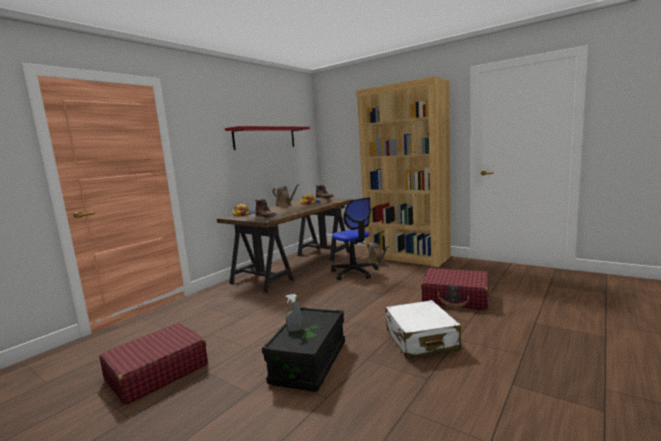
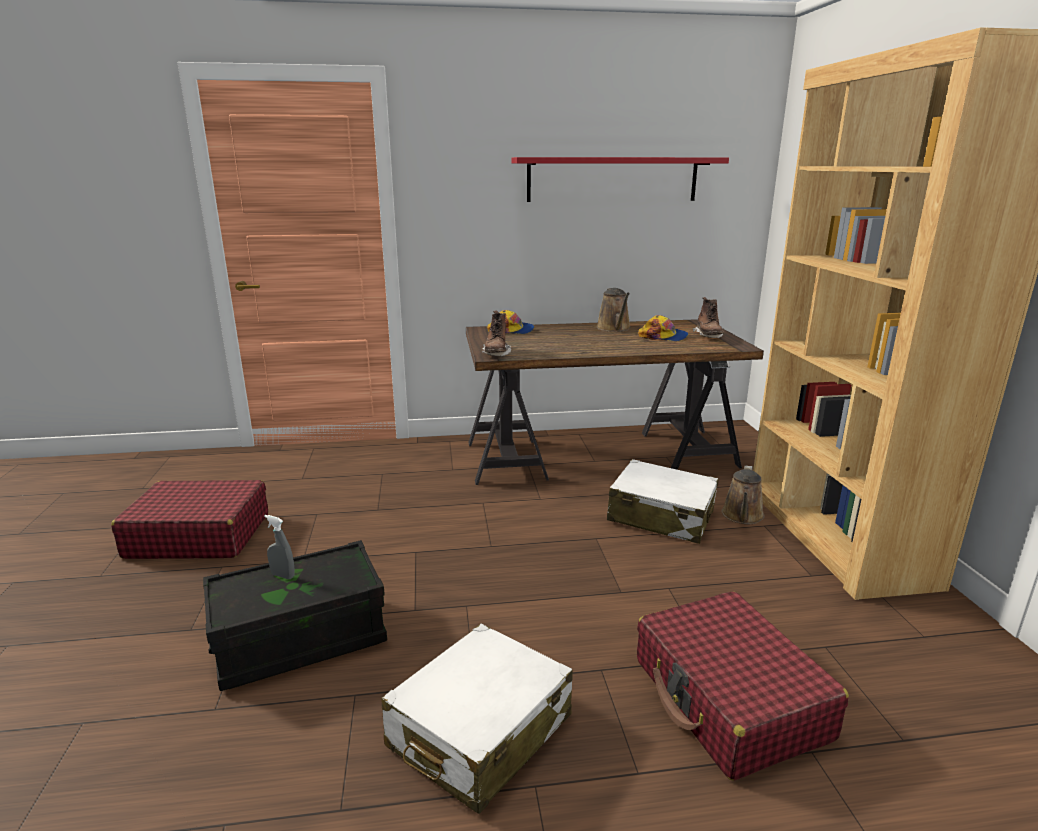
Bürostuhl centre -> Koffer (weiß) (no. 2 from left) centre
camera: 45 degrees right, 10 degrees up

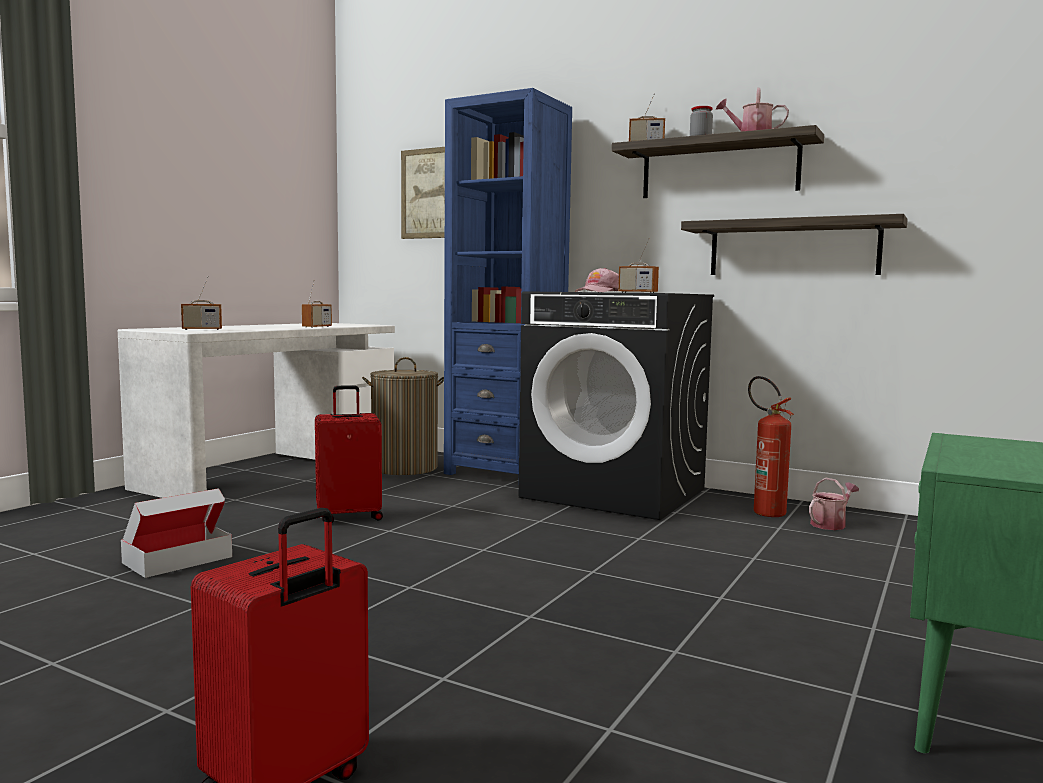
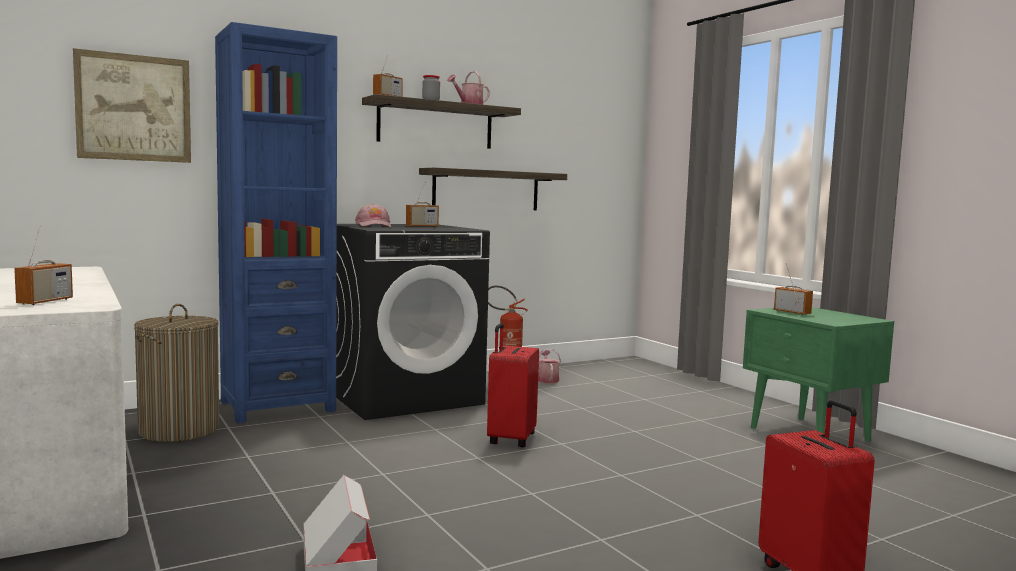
Koffer (rot) (no. 2 from left in the first image) centre -> Koffer (rot) (no. 1 from left) bottom centre, relocated
Radio (no. 2 from left in the first image) middle left -> Radio (no. 4 from left) middle right, relocated
camera: 60 degrees left, 0 degrees up

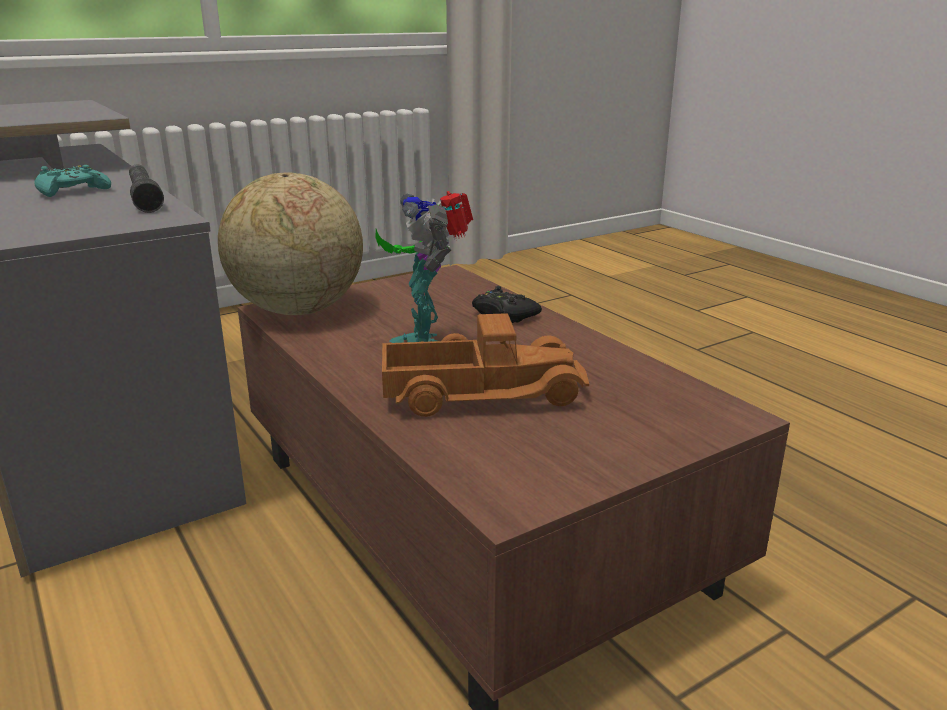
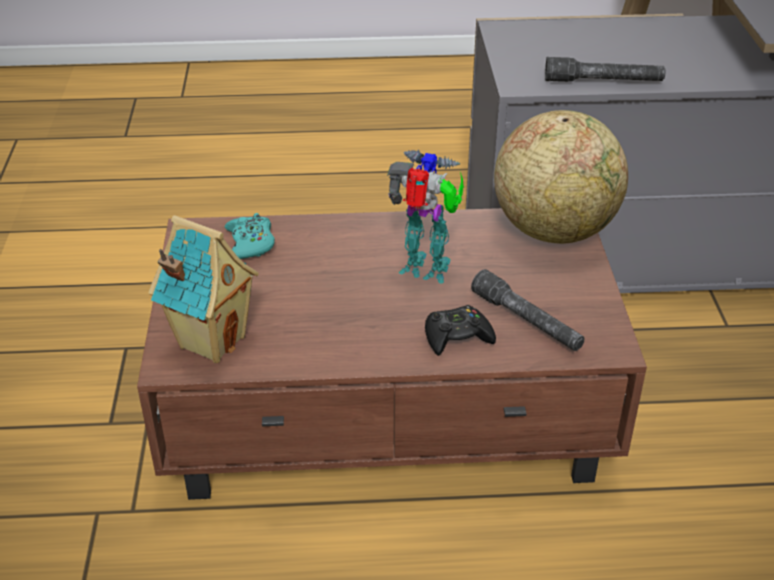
none -> Spielzeughaus middle left
Gamepad (türkis) top left -> Gamepad (türkis) middle left, relocated
none -> Taschenlampe (grau) (no. 1 from left) middle right
Spielzeuglaster centre -> none
camera: 120 degrees right, 15 degrees up

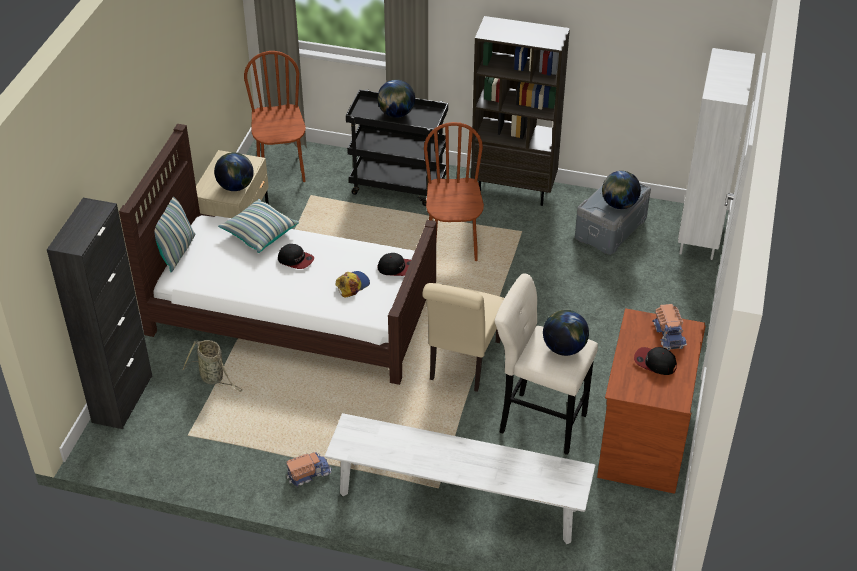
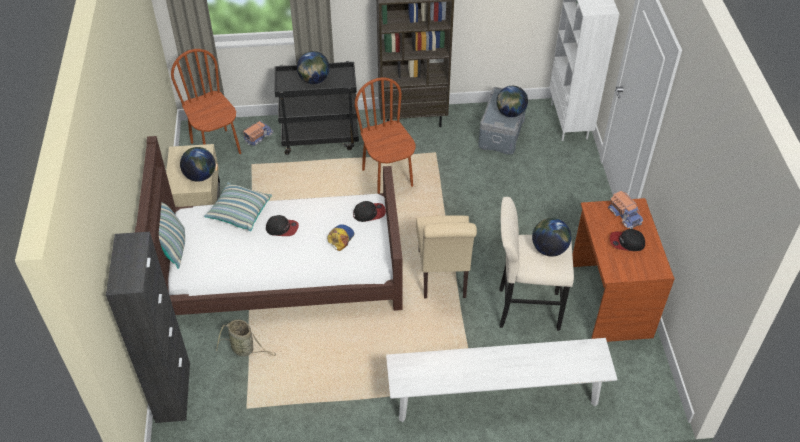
Spielzeuglaster (no. 1 from left) bottom centre -> Spielzeuglaster (no. 1 from left) top left, relocated
camera: 20 degrees left, 5 degrees up

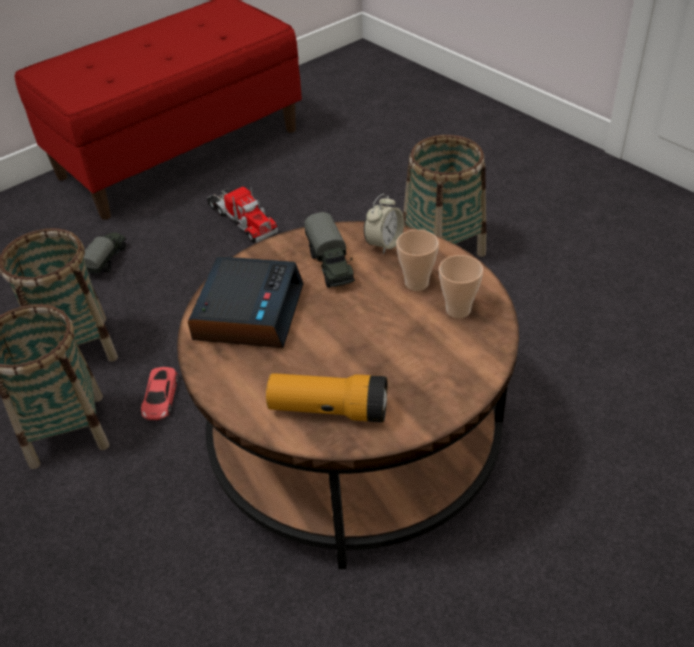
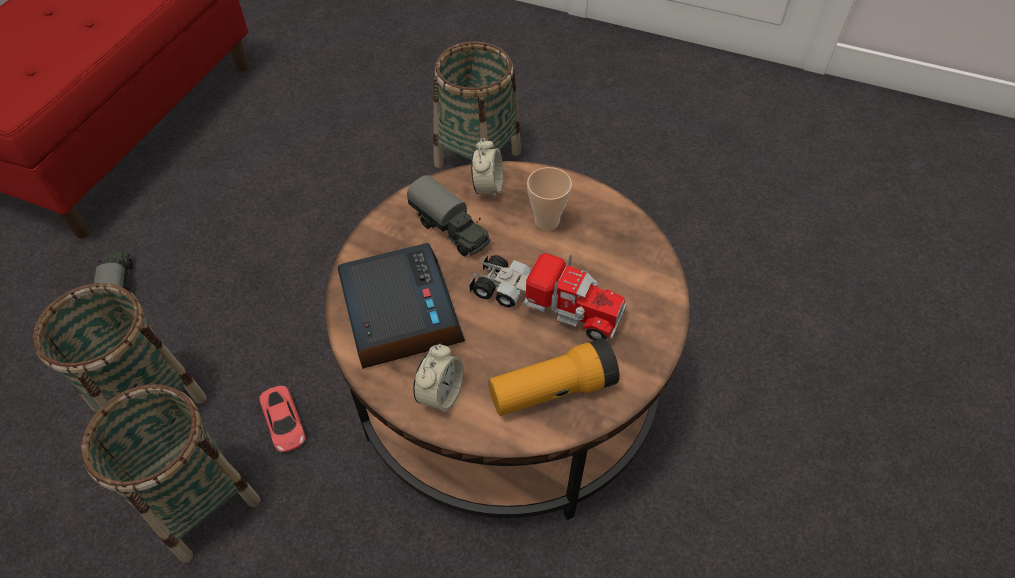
none -> Wecker (no. 2 from left) centre
Spielzeuglaster (no. 2 from left in the first image) top centre -> Spielzeuglaster (no. 3 from left) centre, relocated
Tasse (no. 2 from left) centre -> none
camera: 30 degrees left, 10 degrees up

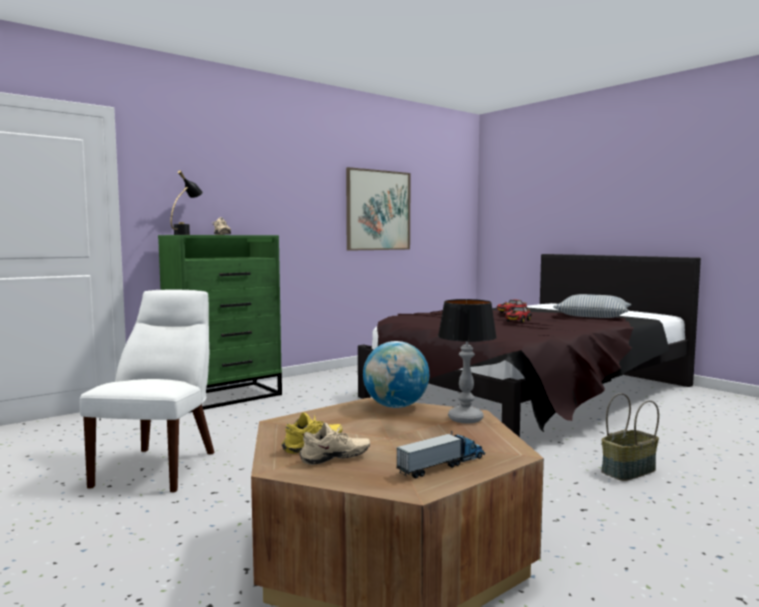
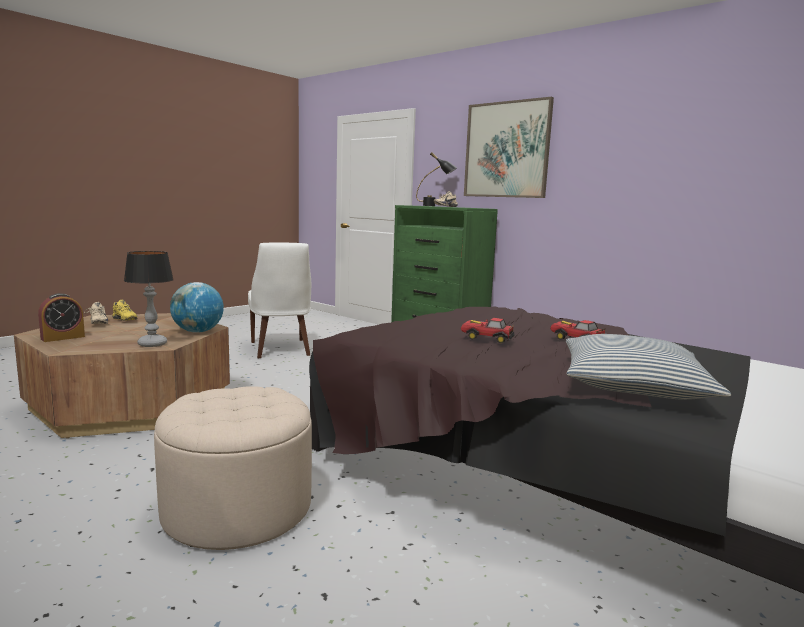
Spielzeuglaster bottom centre -> Wecker middle left
Korb bottom right -> Polsterhocker (beige) bottom left
Stuhl (weiß) middle left -> Stuhl (weiß) centre, 75 degrees clockwise
Bild centre -> Bild top centre, relocated
camera: 80 degrees right, 5 degrees up

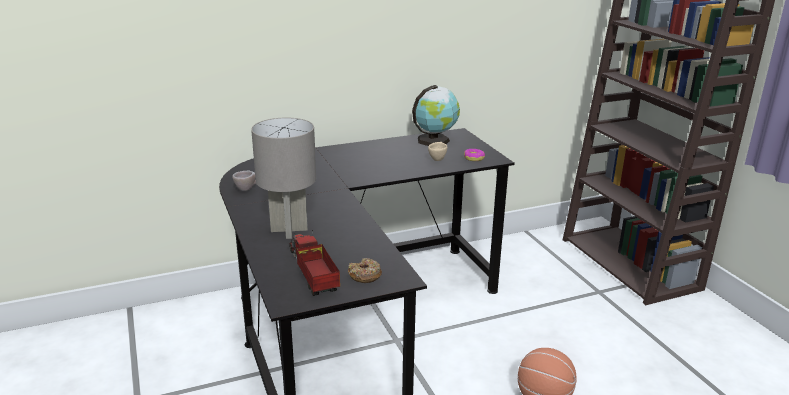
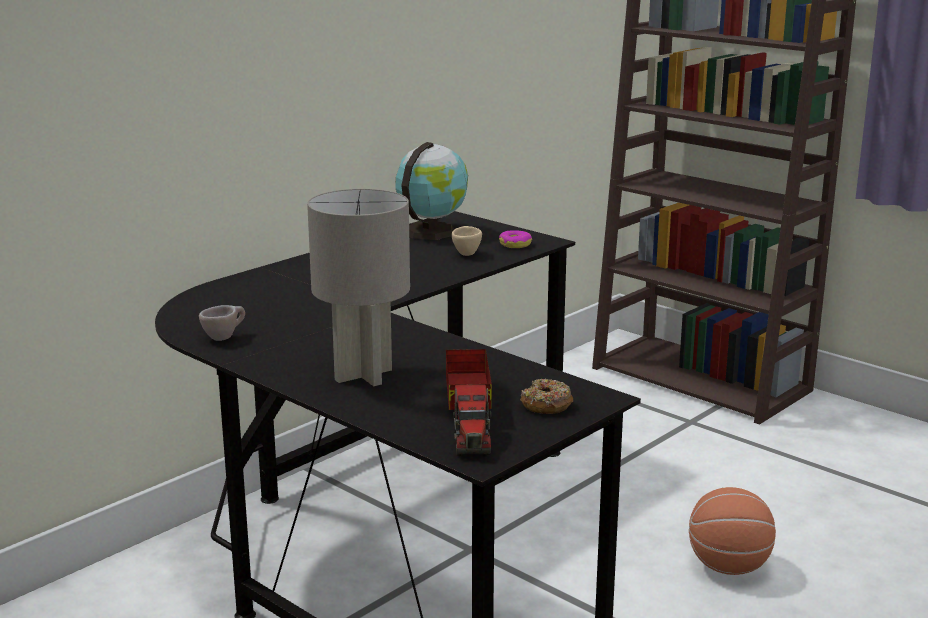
Spielzeuglaster centre, 135 degrees counterclockwise
camera: 25 degrees left, 5 degrees down

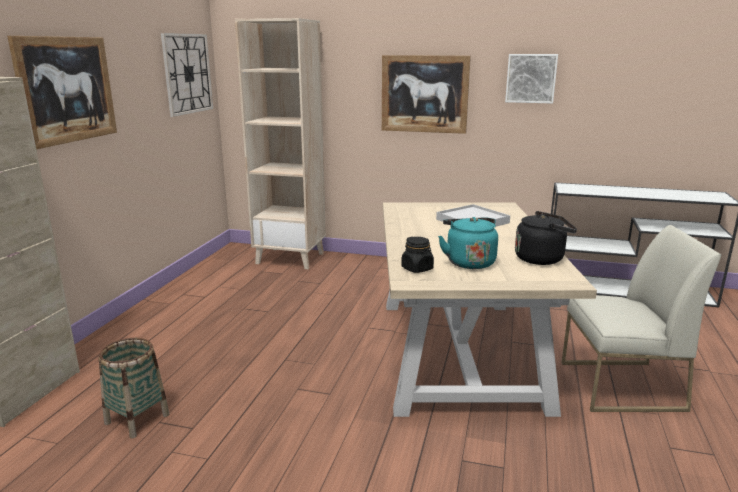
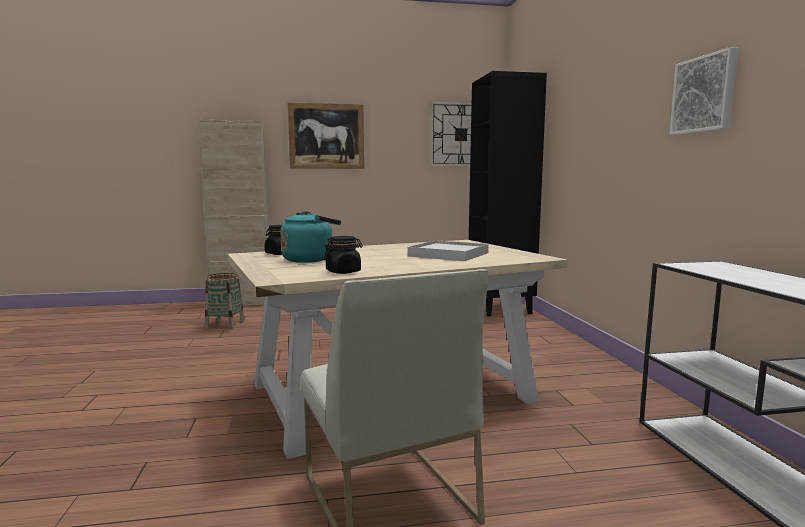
Wasserkessel (schwarz) middle right -> Vorratsglas (schwarz) (no. 2 from left) centre
Bücherregal (beige) top centre -> Bücherregal (schwarz) centre
Bild (no. 2 from left) top centre -> none
camera: 65 degrees right, 10 degrees down

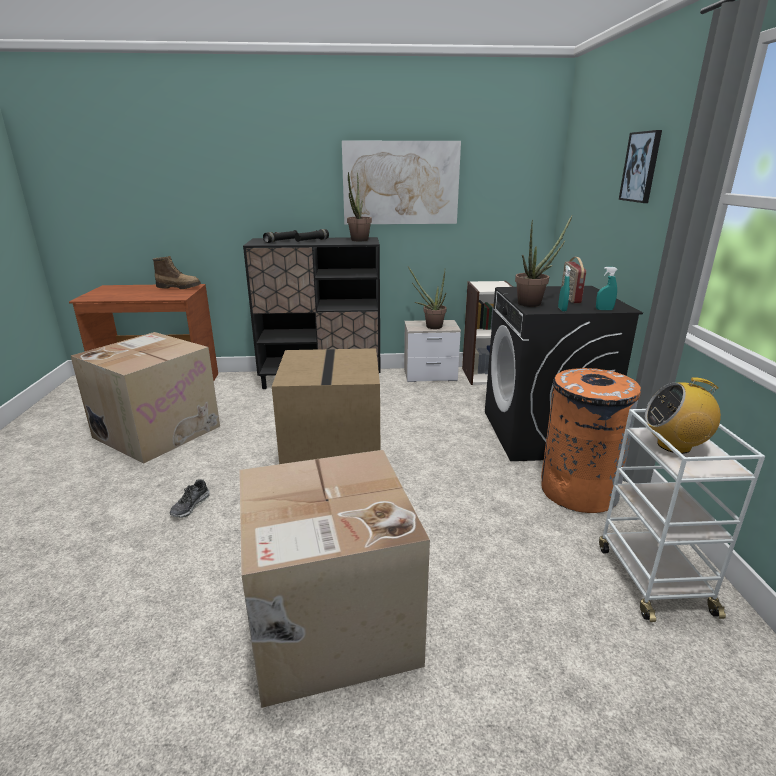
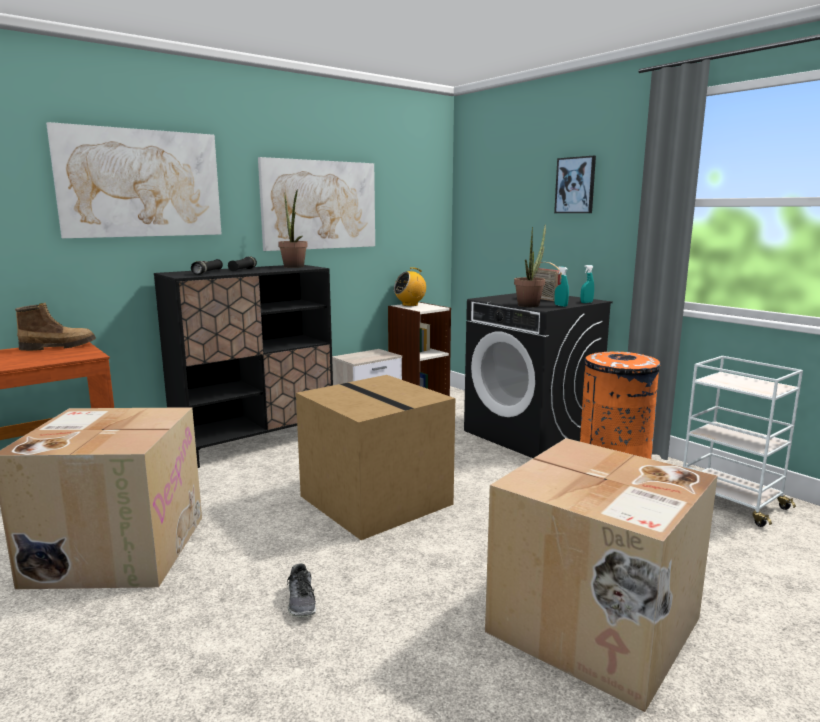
none -> Bild (no. 1 from left) top left
Radio (no. 2 from left in the first image) middle right -> Radio (no. 1 from left) centre, relocated
Topfpflanze (no. 2 from left) centre -> none
camera: 35 degrees left, 10 degrees down

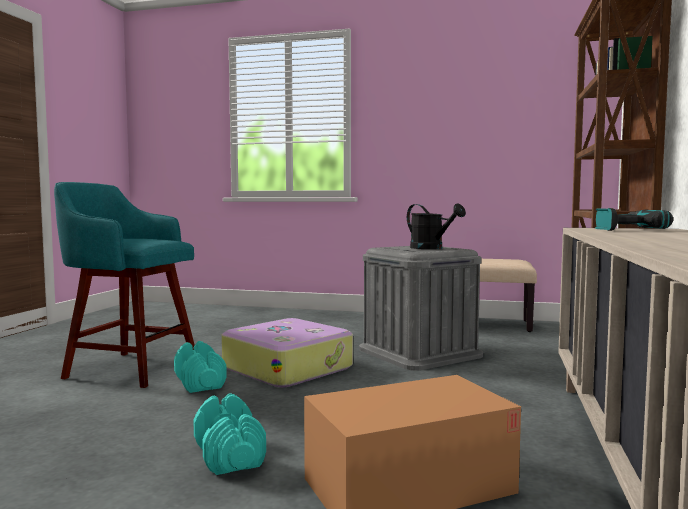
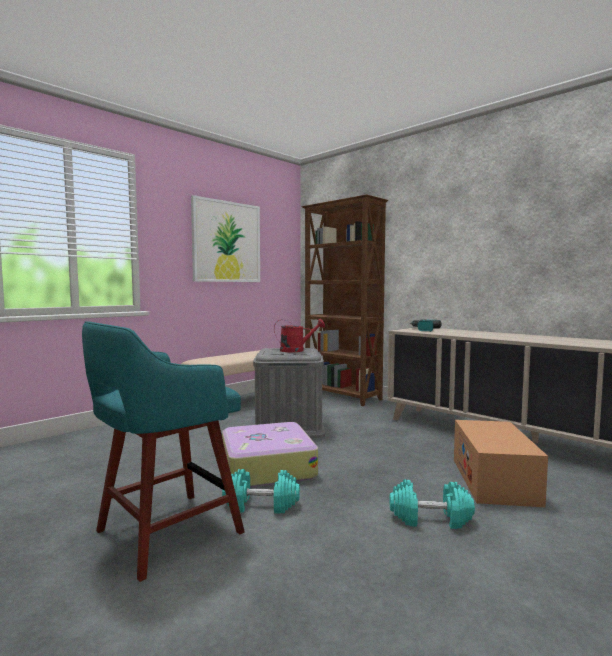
none -> Bild centre
Gießkanne (schwarz) centre -> Gießkanne (rot) centre
camera: 60 degrees left, 0 degrees up

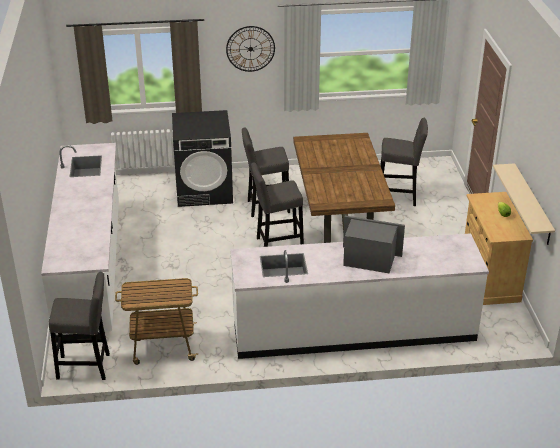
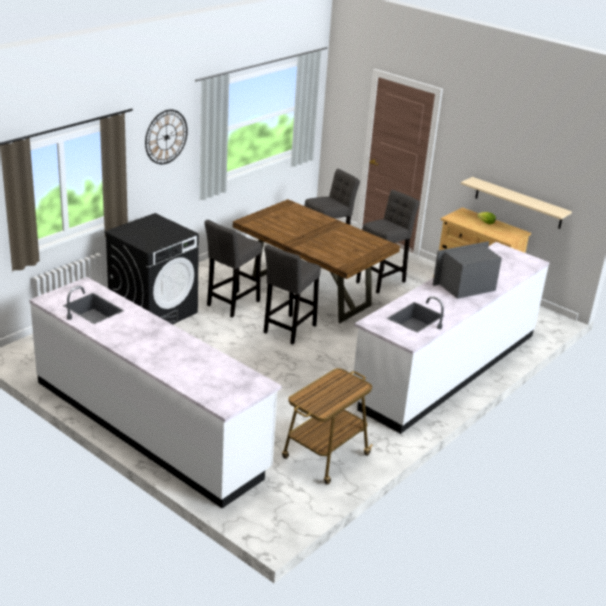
Hocker (grau) (no. 1 from left in the first image) bottom left -> Hocker (grau) (no. 4 from left) centre, relocated
camera: 45 degrees left, 5 degrees down

